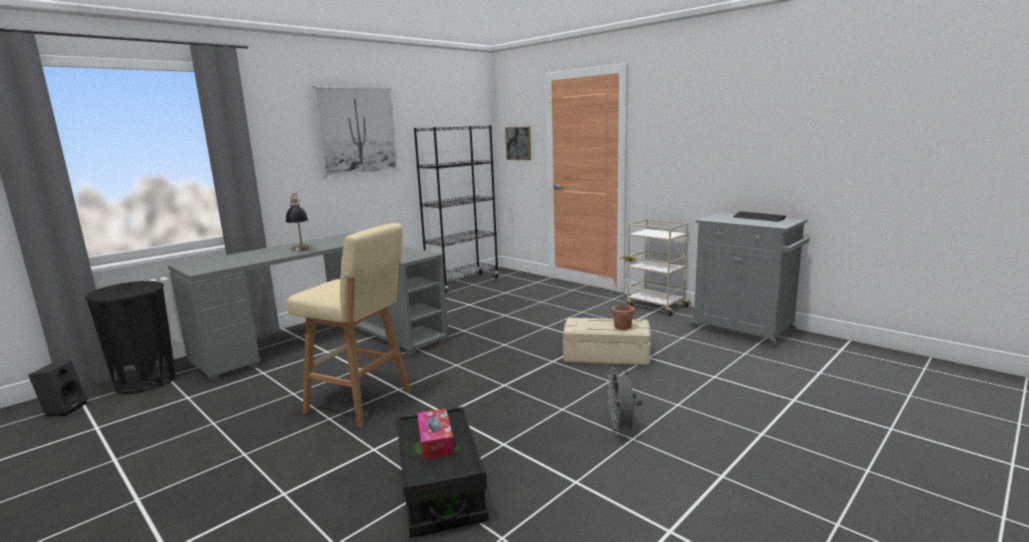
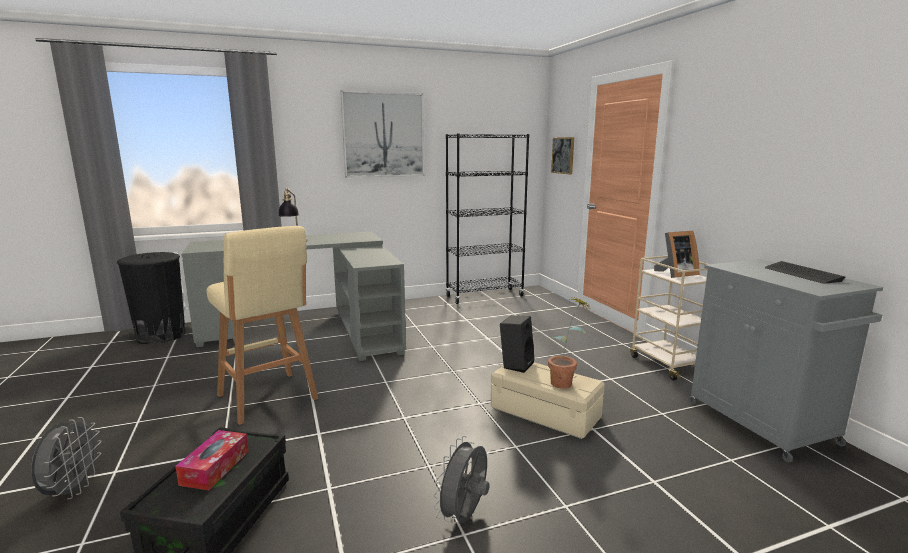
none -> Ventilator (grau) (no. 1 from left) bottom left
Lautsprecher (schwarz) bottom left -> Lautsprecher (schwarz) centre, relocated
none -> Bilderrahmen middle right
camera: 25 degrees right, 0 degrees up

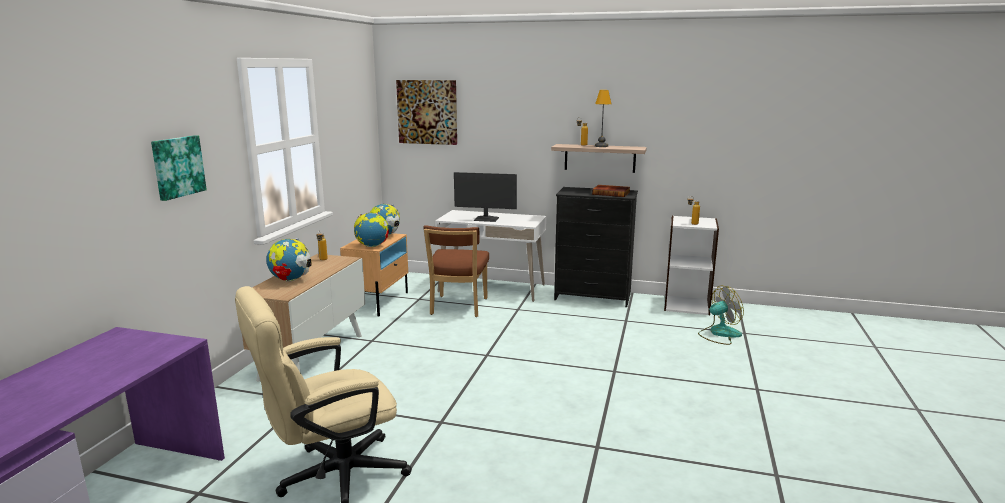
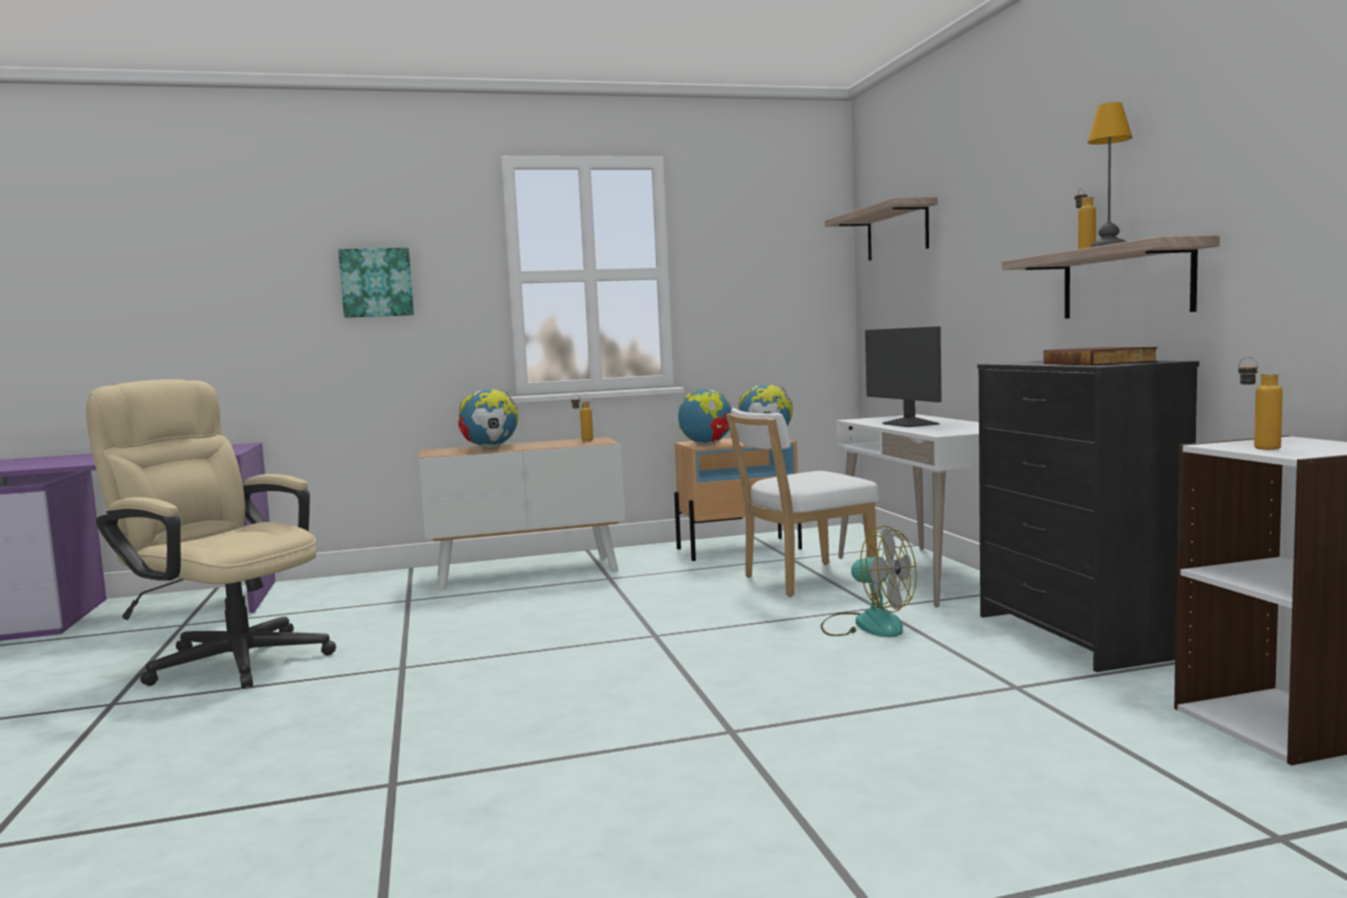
Stuhl (braun) centre -> Stuhl (weiß) centre
Ventilator middle right -> Ventilator centre, relocated
Bild (no. 2 from left) top centre -> Wandregal (no. 1 from left) top centre
camera: 60 degrees right, 10 degrees down

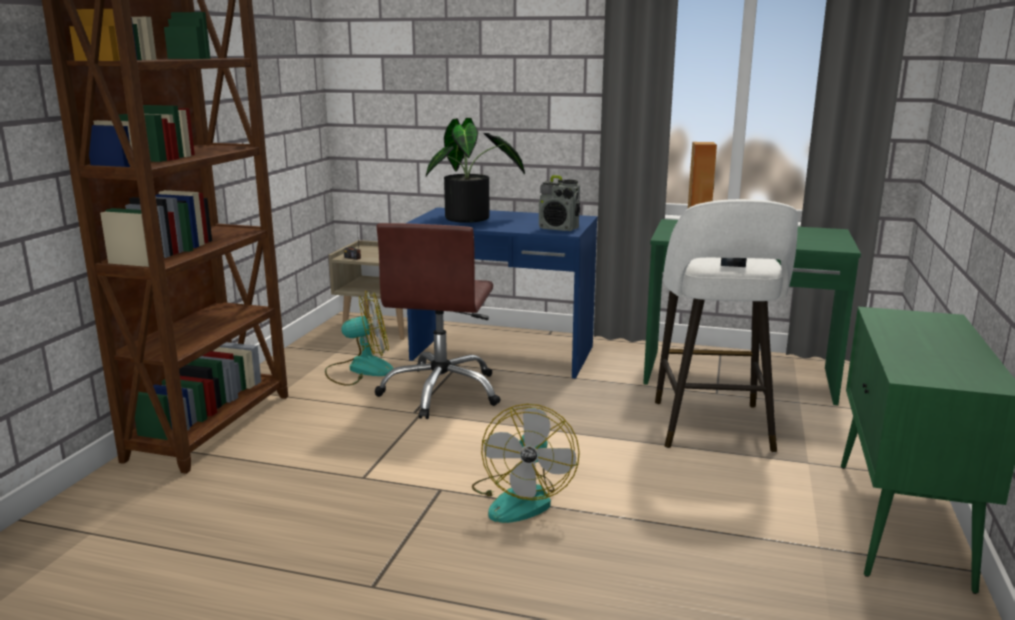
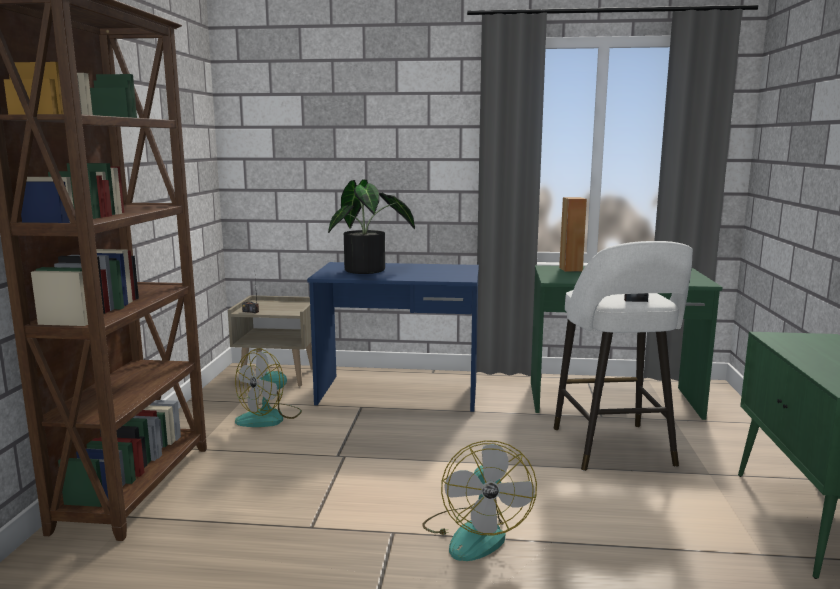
Ventilator (no. 1 from left) centre -> Ventilator (no. 1 from left) middle left, 150 degrees clockwise
Bürostuhl (braun) centre -> none
Radio (no. 2 from left) top centre -> none
camera: 10 degrees left, 5 degrees down

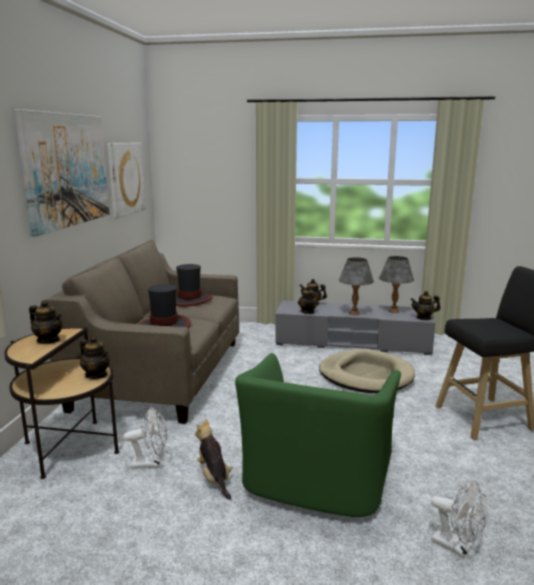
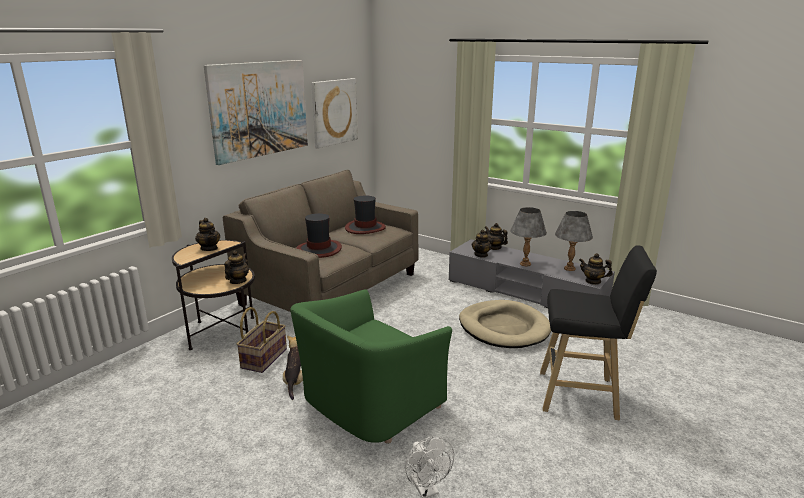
Teekanne (no. 2 from left) middle left, 135 degrees counterclockwise
Ventilator (weiß) (no. 1 from left) bottom left -> Korb bottom left
camera: 25 degrees right, 5 degrees up

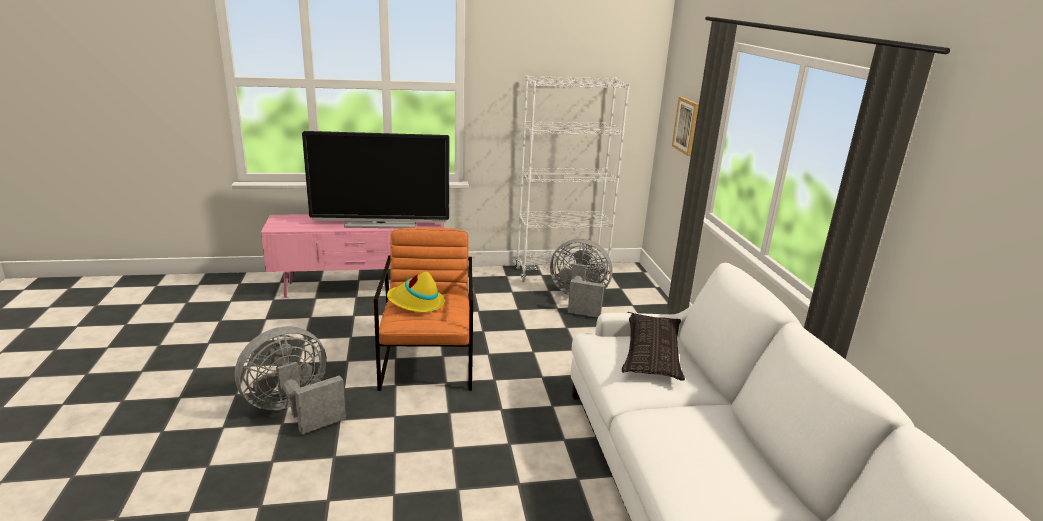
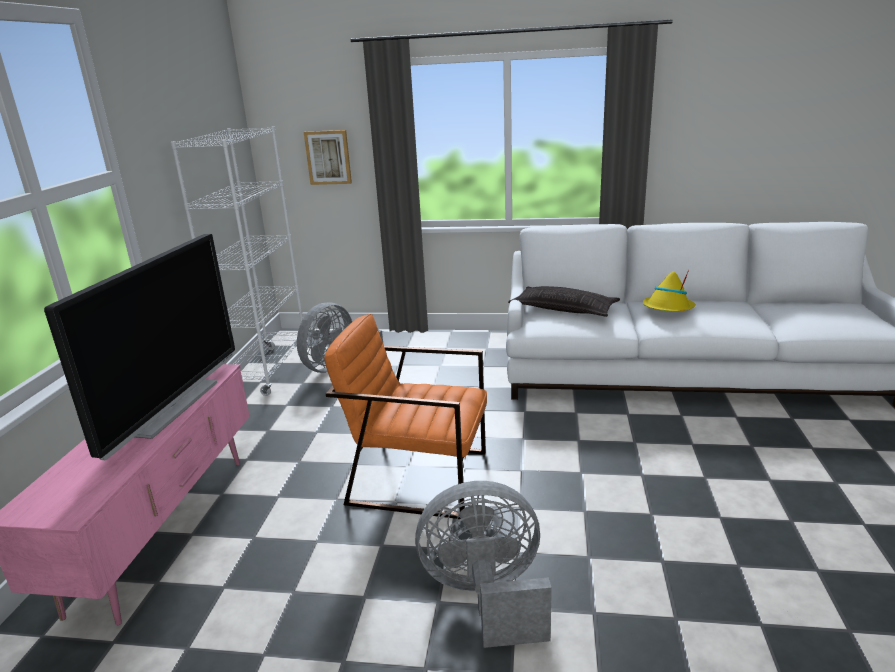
Ventilator (grau) (no. 1 from left in the first image) bottom left -> Ventilator (grau) (no. 2 from left) bottom centre, 105 degrees clockwise
Hut (gelb) centre -> Hut (gelb) middle right, relocated
camera: 70 degrees left, 0 degrees up

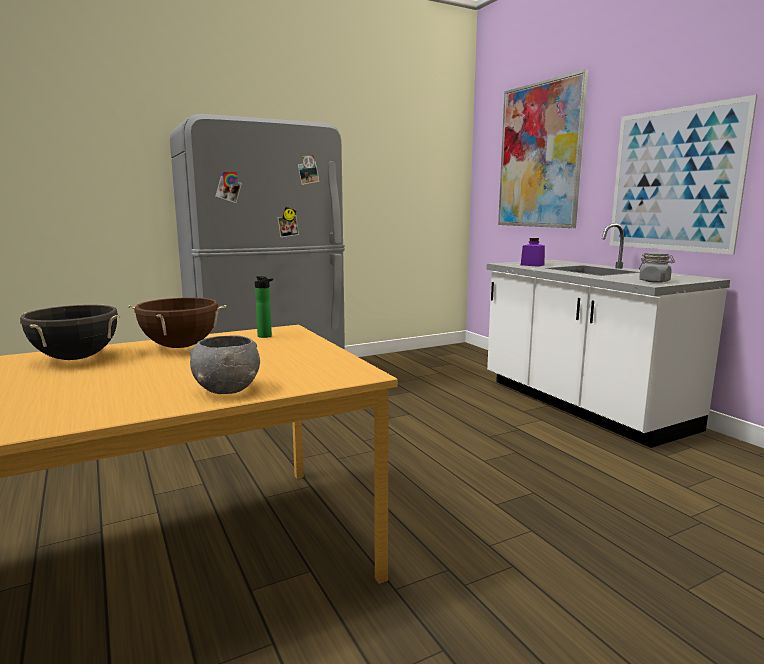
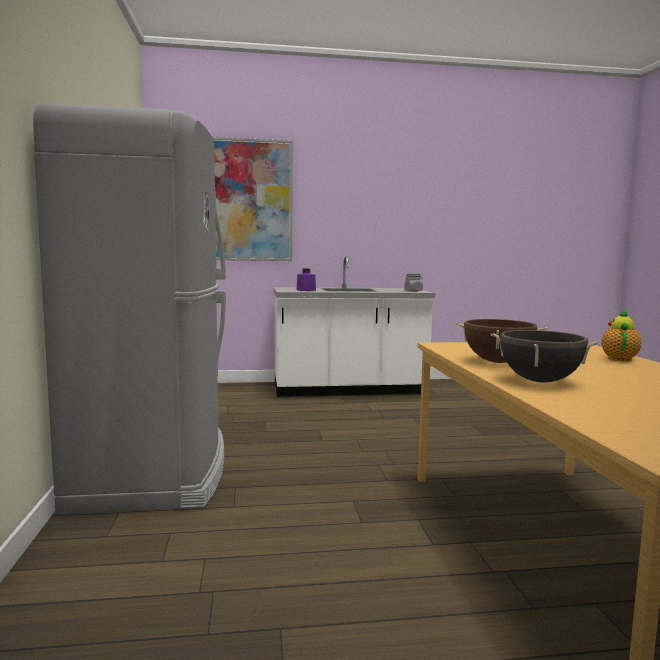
Schüssel (grau) middle left -> Teekanne middle right
Flasche centre -> none
Bild (no. 2 from left) top right -> none
camera: 70 degrees left, 5 degrees down

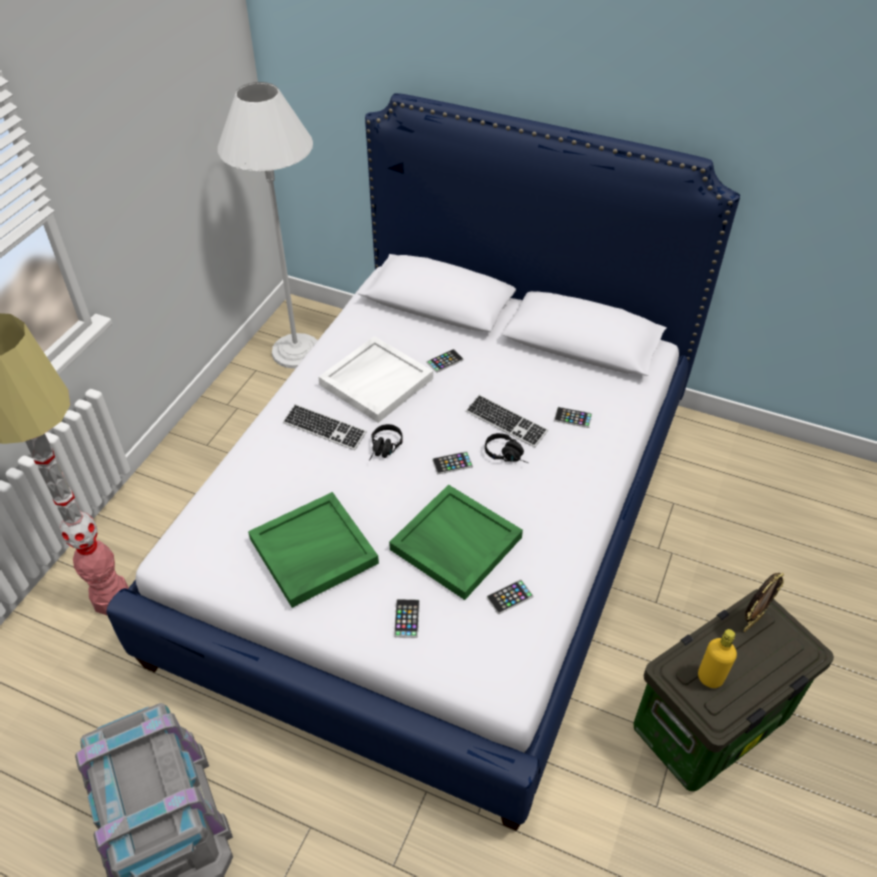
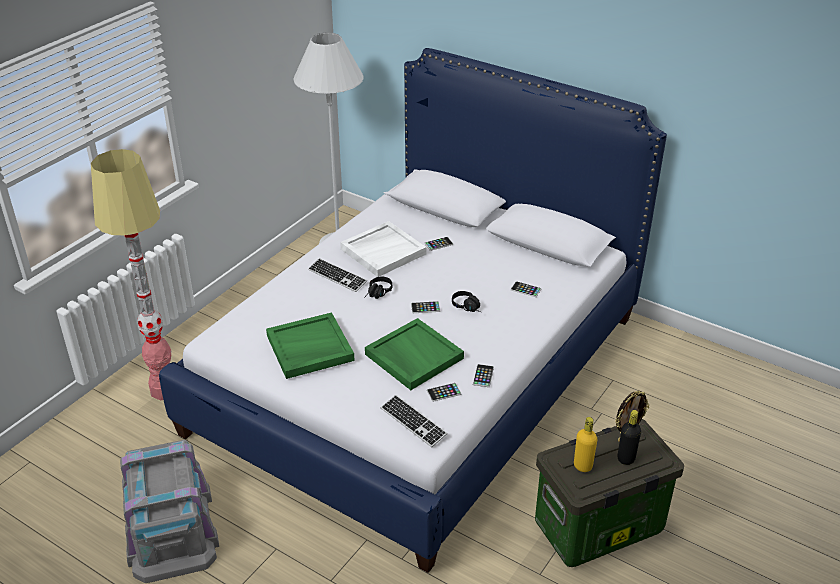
Tastatur (no. 2 from left) centre -> Tastatur (no. 2 from left) bottom centre, relocated
Handy (no. 1 from left in the first image) bottom centre -> Handy (no. 4 from left) centre, relocated
none -> Flasche (schwarz) bottom right
camera: 10 degrees right, 10 degrees down

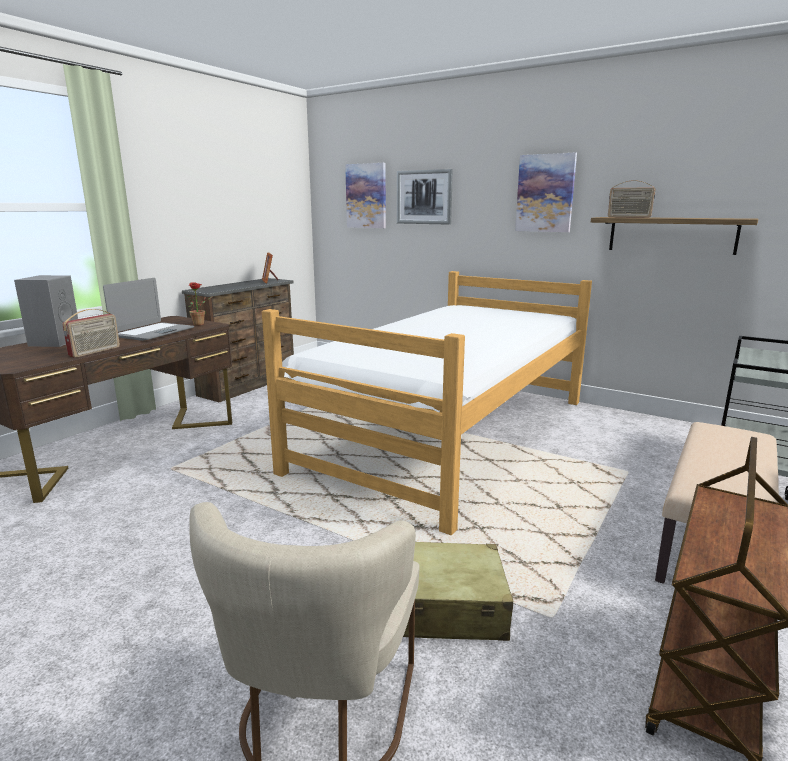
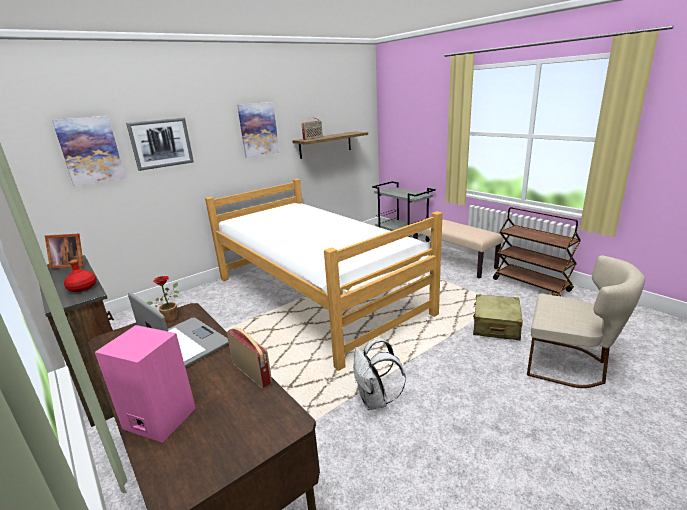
none -> Flasche (rot) middle left
Lautsprecher (grau) middle left -> Lautsprecher (rosa) bottom left
none -> Rucksack (weiß) bottom centre
camera: 70 degrees left, 5 degrees up

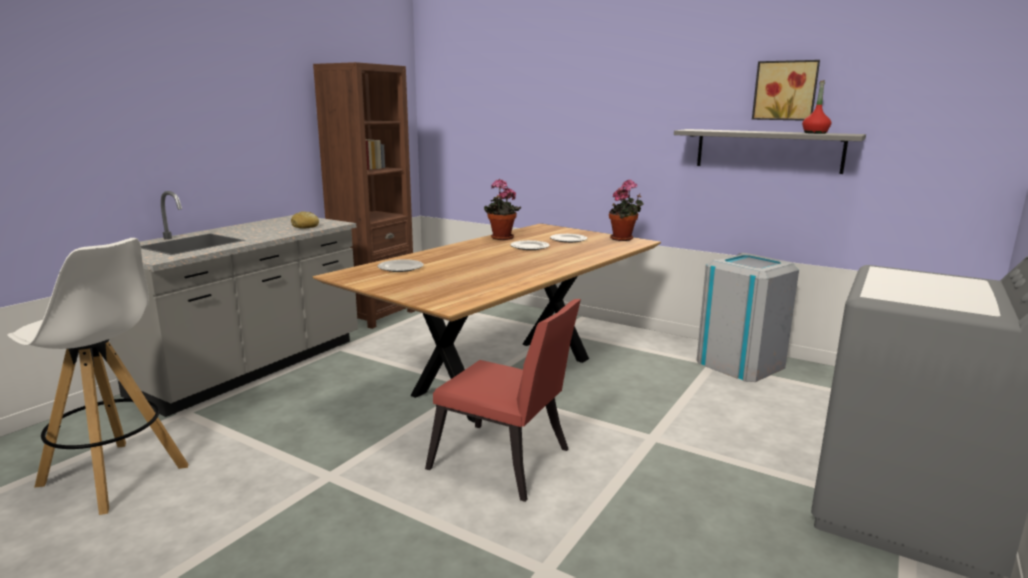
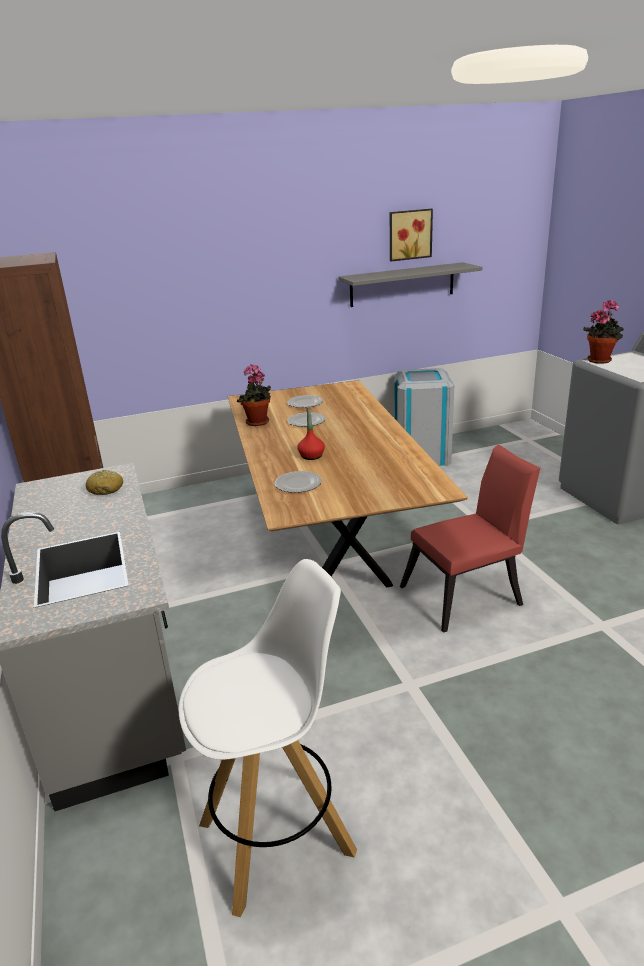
Flasche (rot) top right -> Flasche (rot) centre, relocated
Topfpflanze (no. 2 from left) centre -> Topfpflanze (no. 2 from left) middle right, relocated
camera: 50 degrees left, 10 degrees up

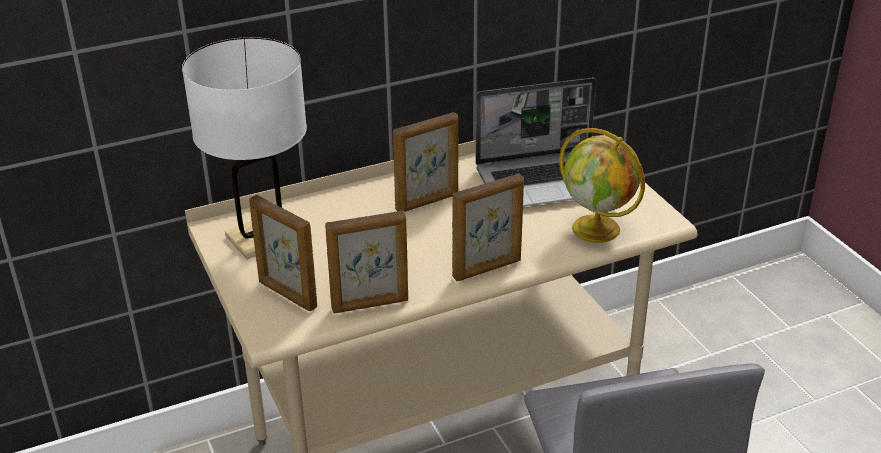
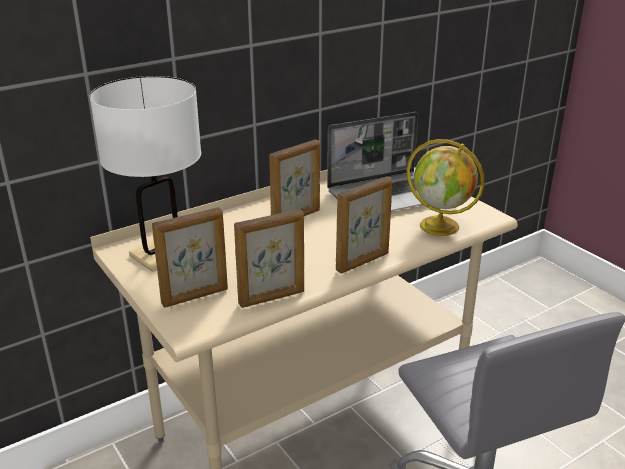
Bilderrahmen (no. 1 from left) middle left, 60 degrees counterclockwise
camera: 10 degrees left, 5 degrees down

